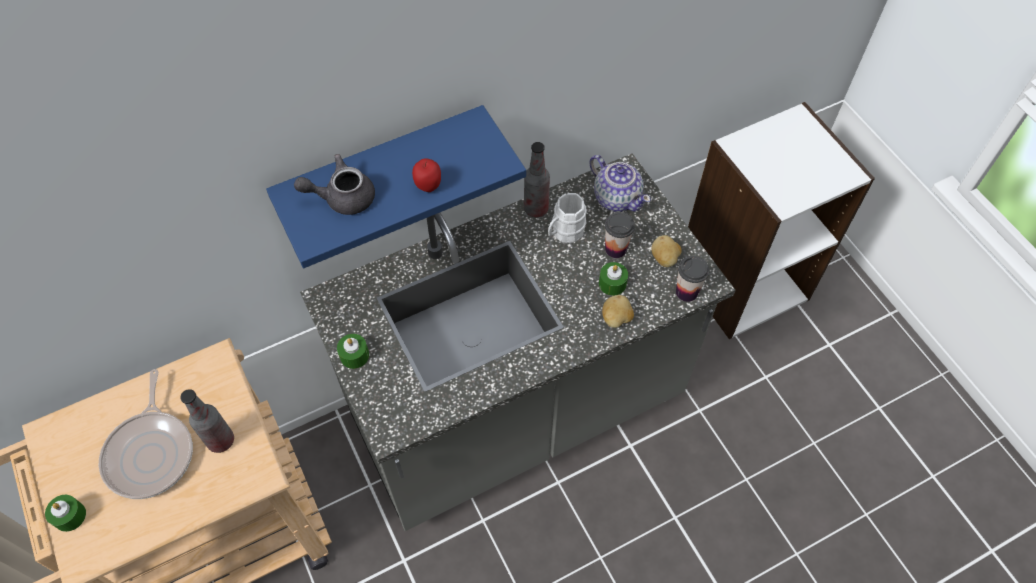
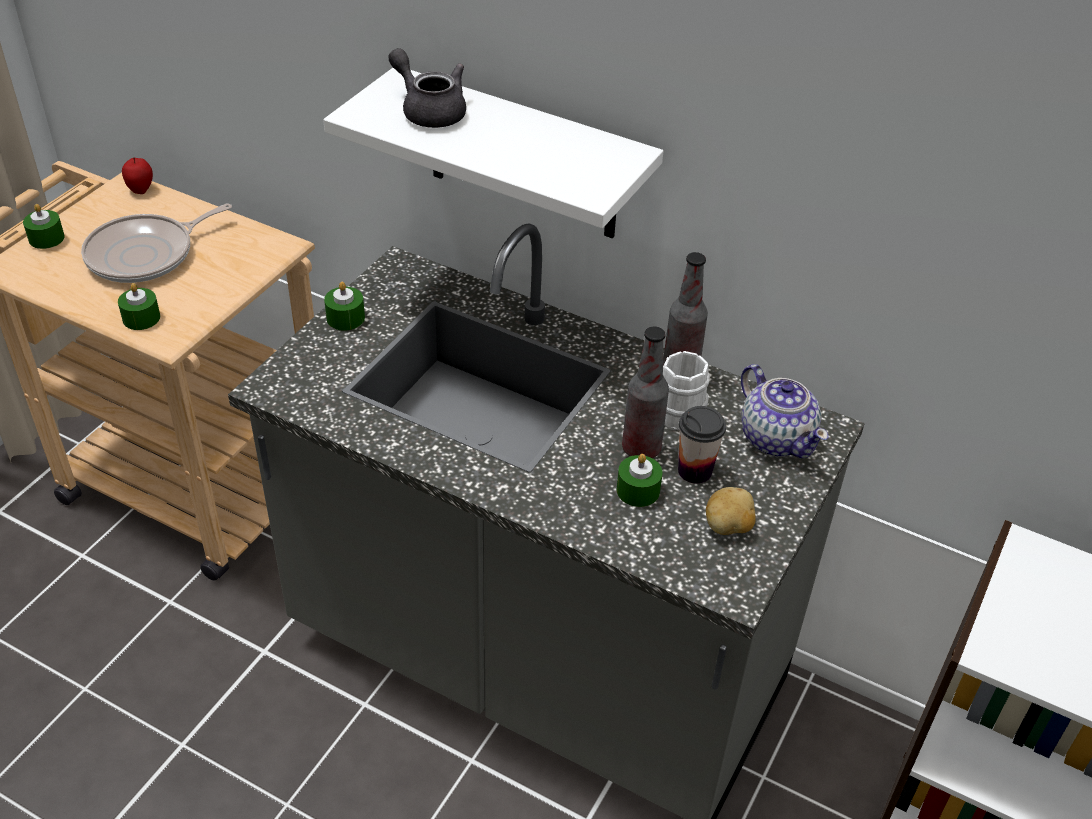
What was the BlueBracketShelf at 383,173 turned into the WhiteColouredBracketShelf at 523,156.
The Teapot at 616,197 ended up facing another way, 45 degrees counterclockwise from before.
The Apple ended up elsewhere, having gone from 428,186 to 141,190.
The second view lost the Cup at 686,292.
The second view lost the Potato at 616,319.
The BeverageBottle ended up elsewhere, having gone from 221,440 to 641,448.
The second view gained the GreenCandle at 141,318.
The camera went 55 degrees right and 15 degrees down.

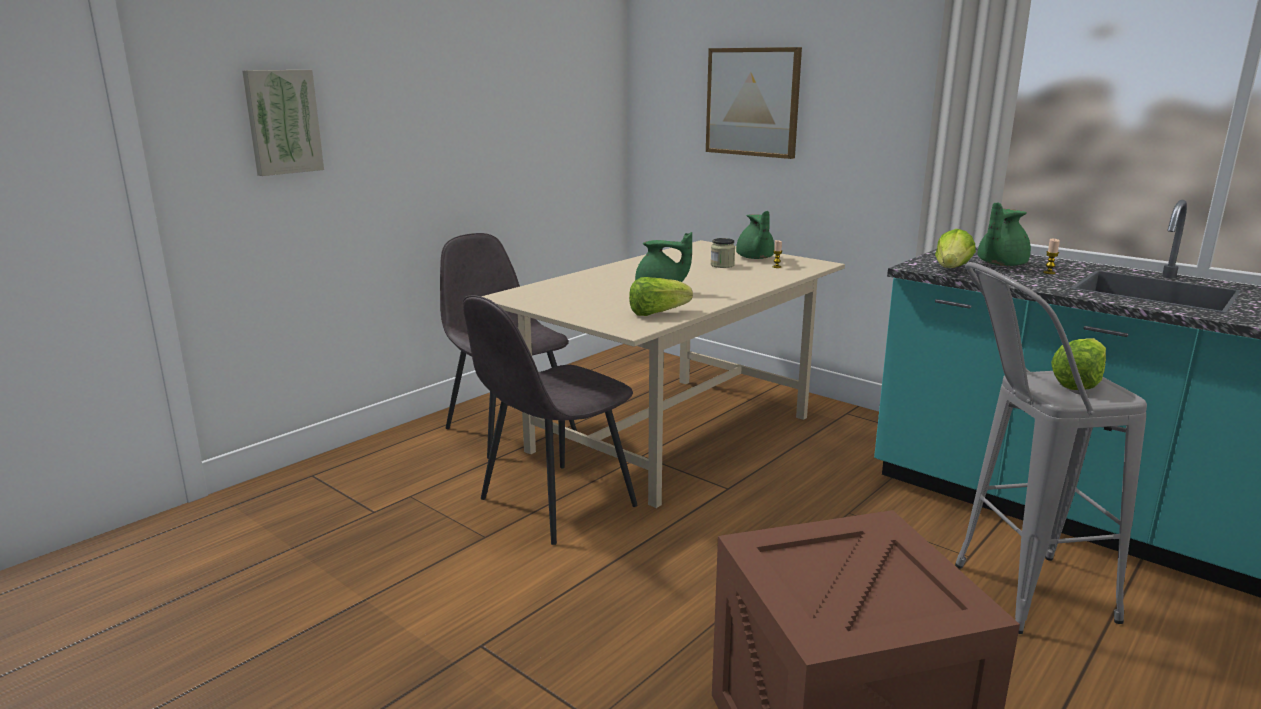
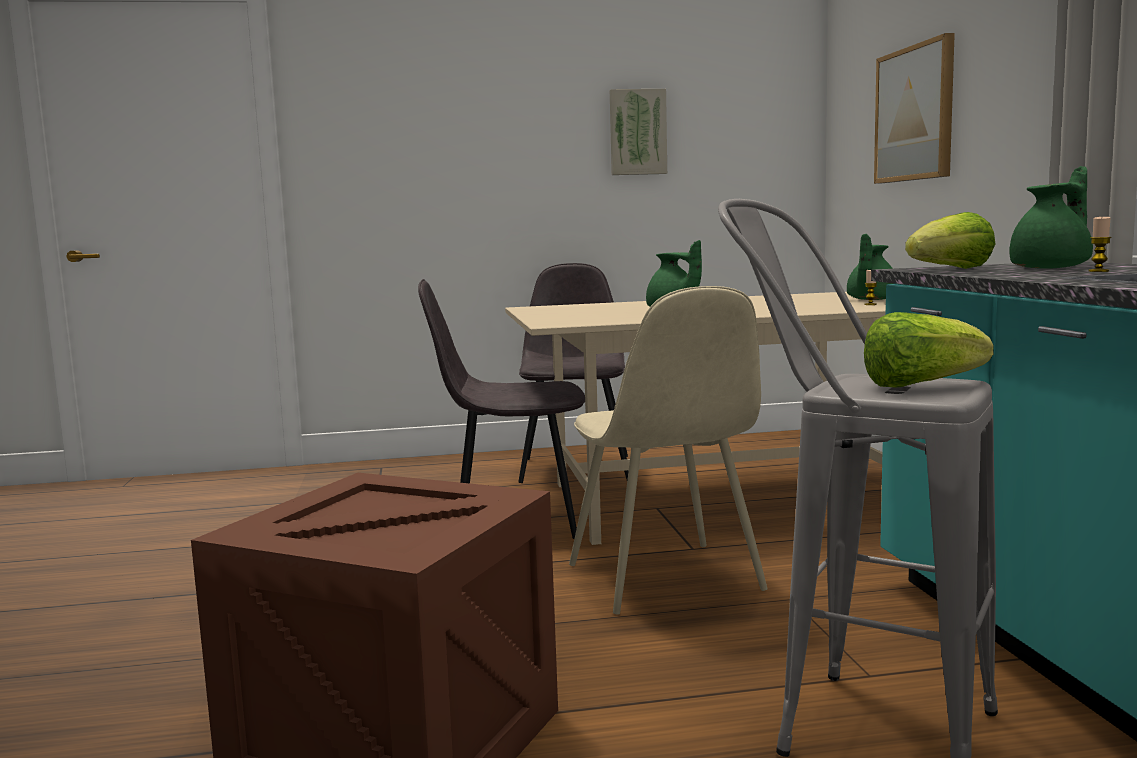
The Picture ended up elsewhere, having gone from 282,122 to 637,132.
The GreenTeapot at 999,264 ended up facing another way, 150 degrees clockwise from before.
The second view lost the Jar at 722,265.
The second view lost the LettuceHead at 657,313.
The second view gained the SandColouredChair at 666,579.
The camera went 40 degrees right and 10 degrees down.

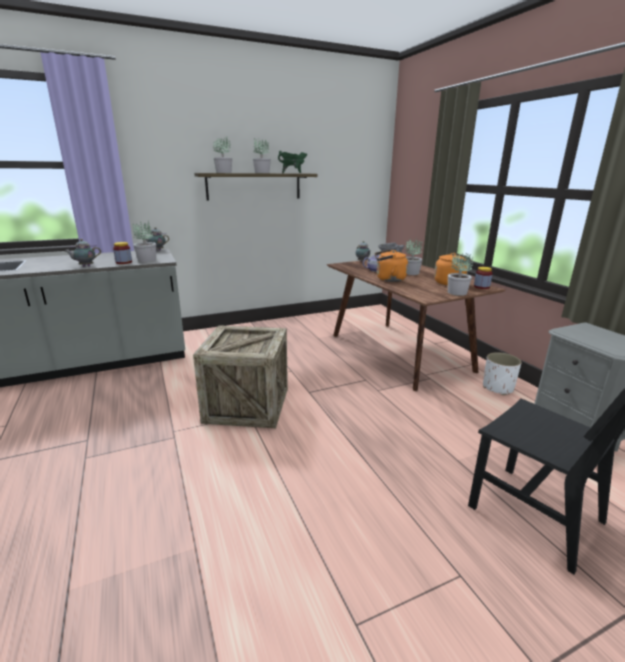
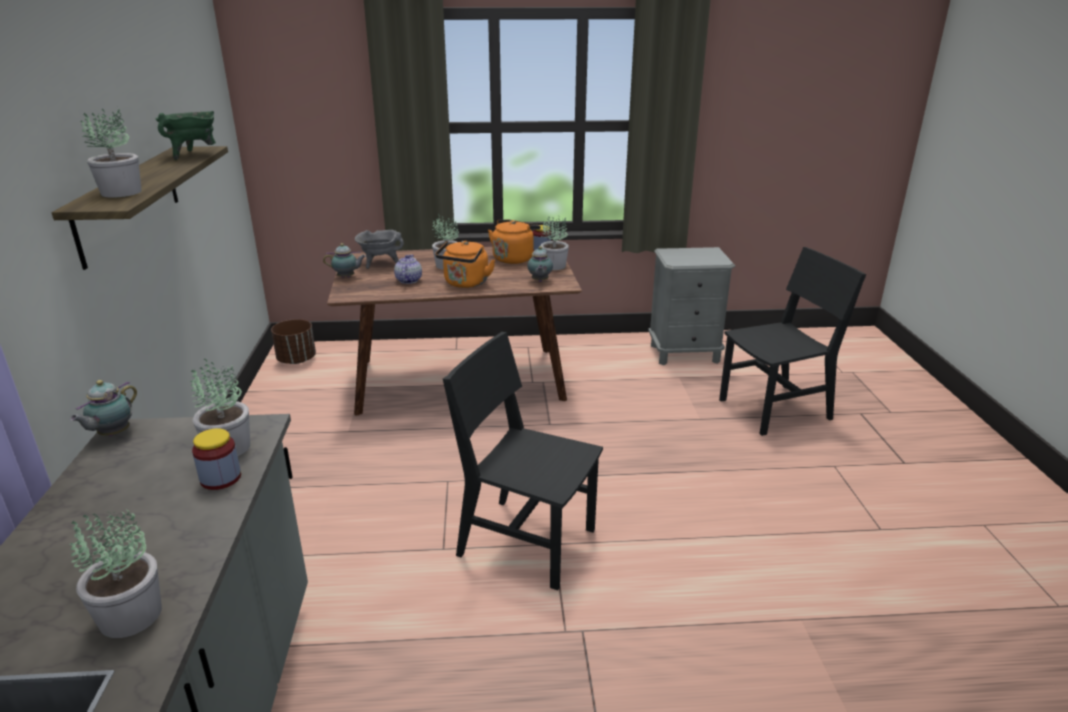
The PottedPlant ended up elsewhere, having gone from 262,173 to 131,616.
The Teapot ended up elsewhere, having gone from 85,266 to 539,281.
Where the Crate stood at 247,405, the BlackColouredChair came to stand at 527,542.
The second view lost the WhiteColouredFlowerPot at 498,388.
The second view gained the BrownColouredFlowerPot at 297,360.
The camera went 70 degrees left and 5 degrees up.

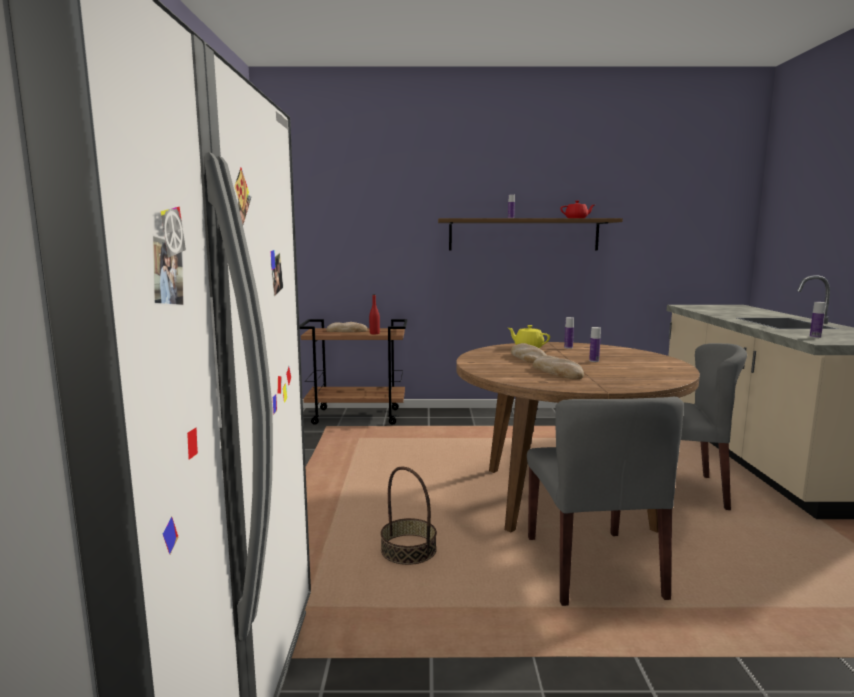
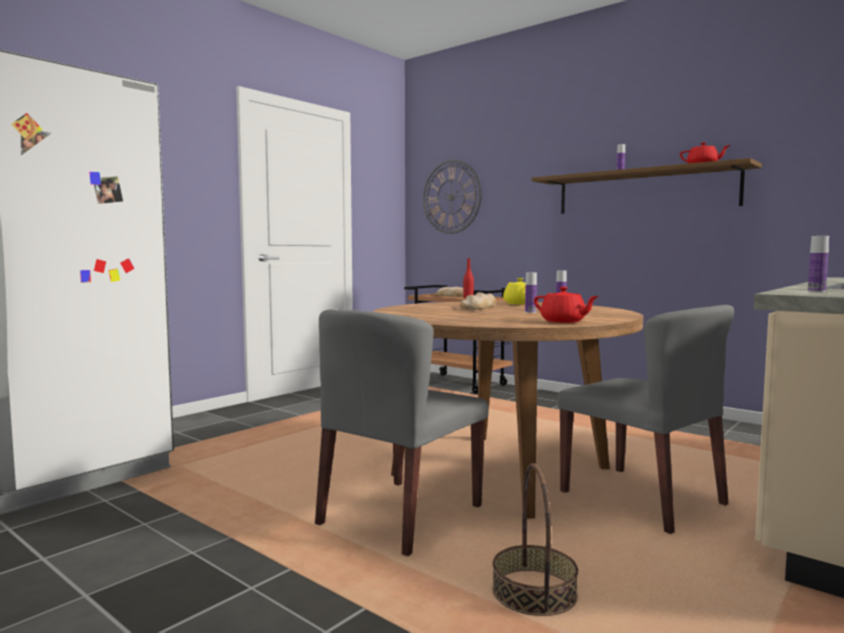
The second view lost the BakedBread at 558,372.
The Basket ended up elsewhere, having gone from 408,549 to 534,592.
The second view gained the ClockOnTheWall at 451,197.
The second view gained the RedTeapot at 563,321.
The camera went 40 degrees right and 5 degrees down.

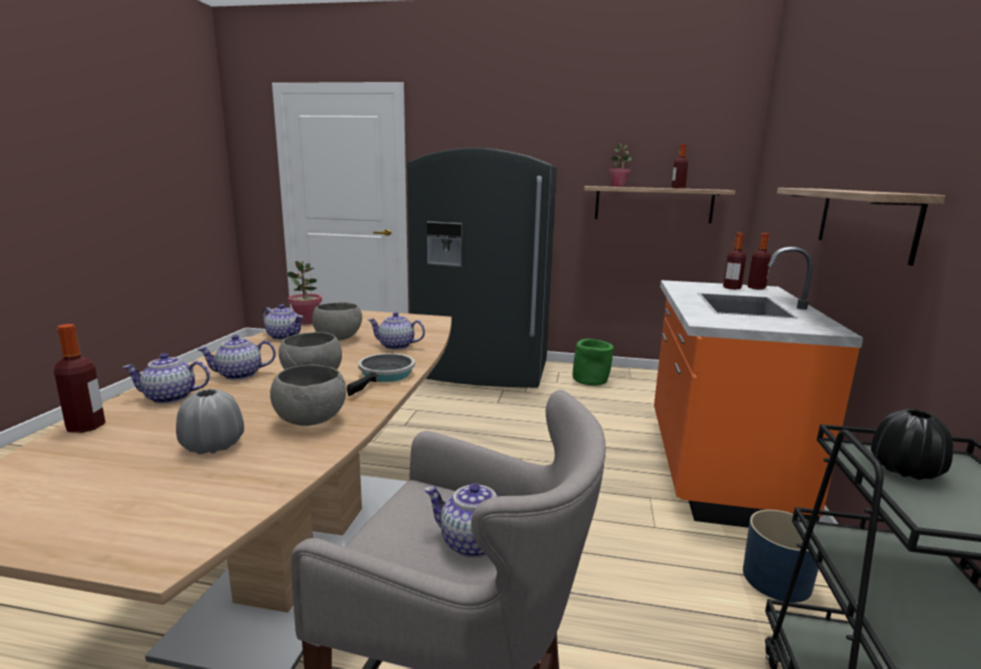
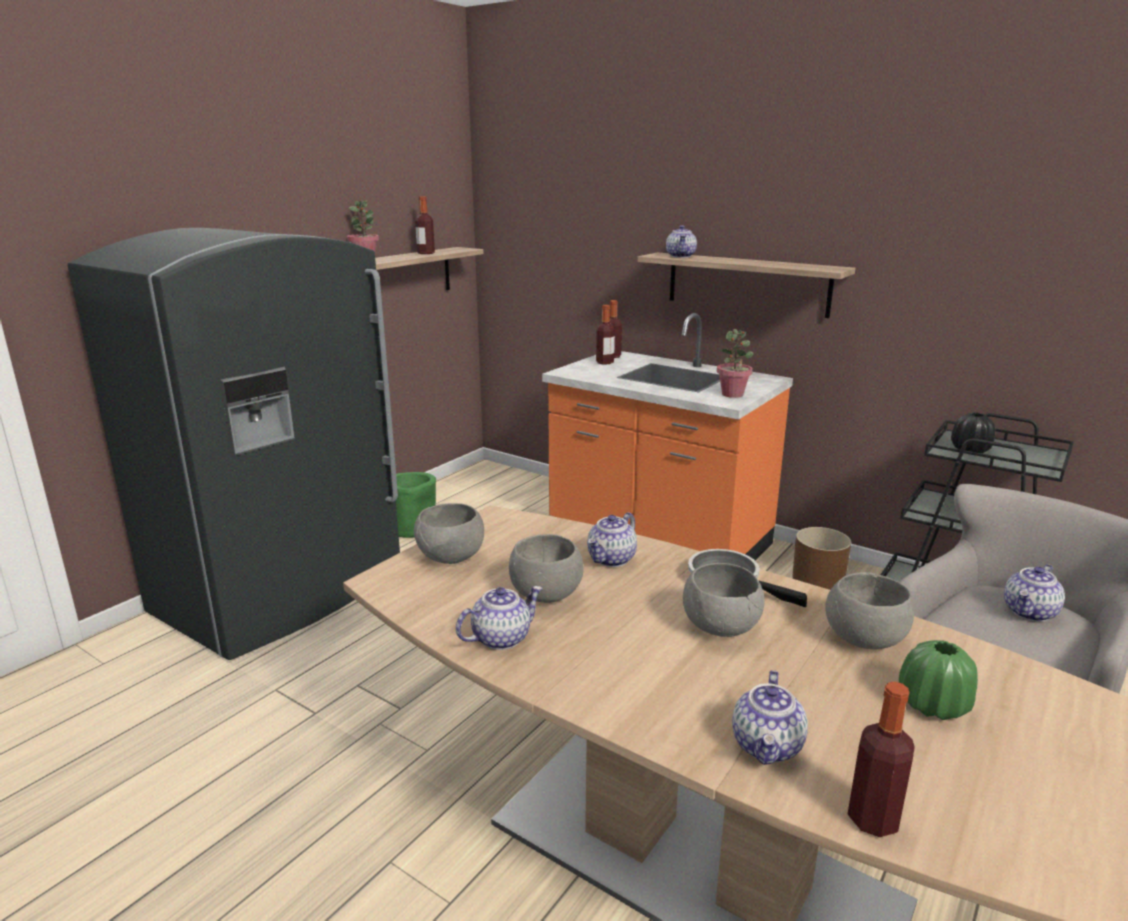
The PottedPlant ended up elsewhere, having gone from 306,322 to 732,394.
The Teapot ended up elsewhere, having gone from 239,375 to 681,256.
What was the GreyDecorativeVase at 213,446 turned into the GreenDecorativeVase at 933,705.
What was the BlueFlowerPot at 777,580 turned into the BrownColouredFlowerPot at 818,580.
The second view gained the GreyBowl at 451,558.
The camera went 65 degrees left and 5 degrees up.

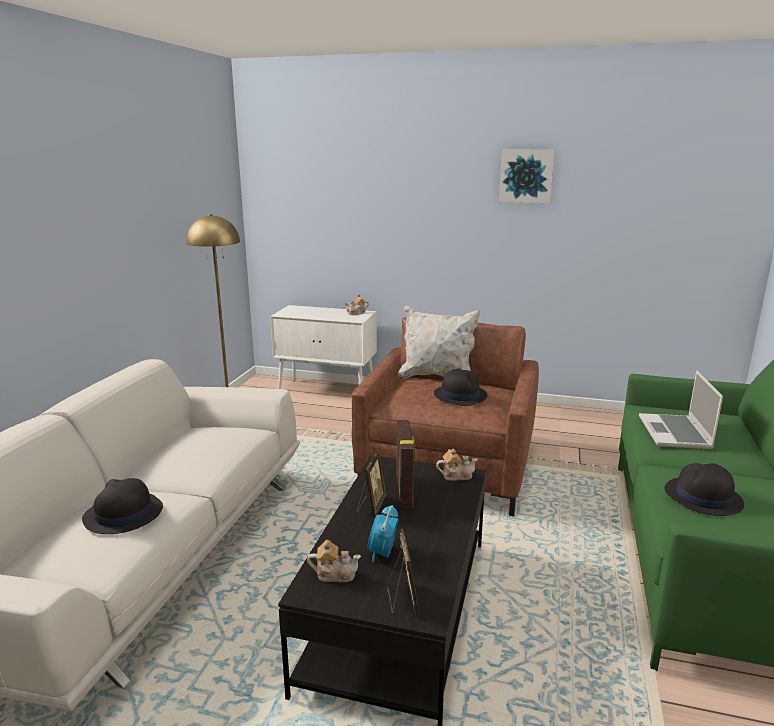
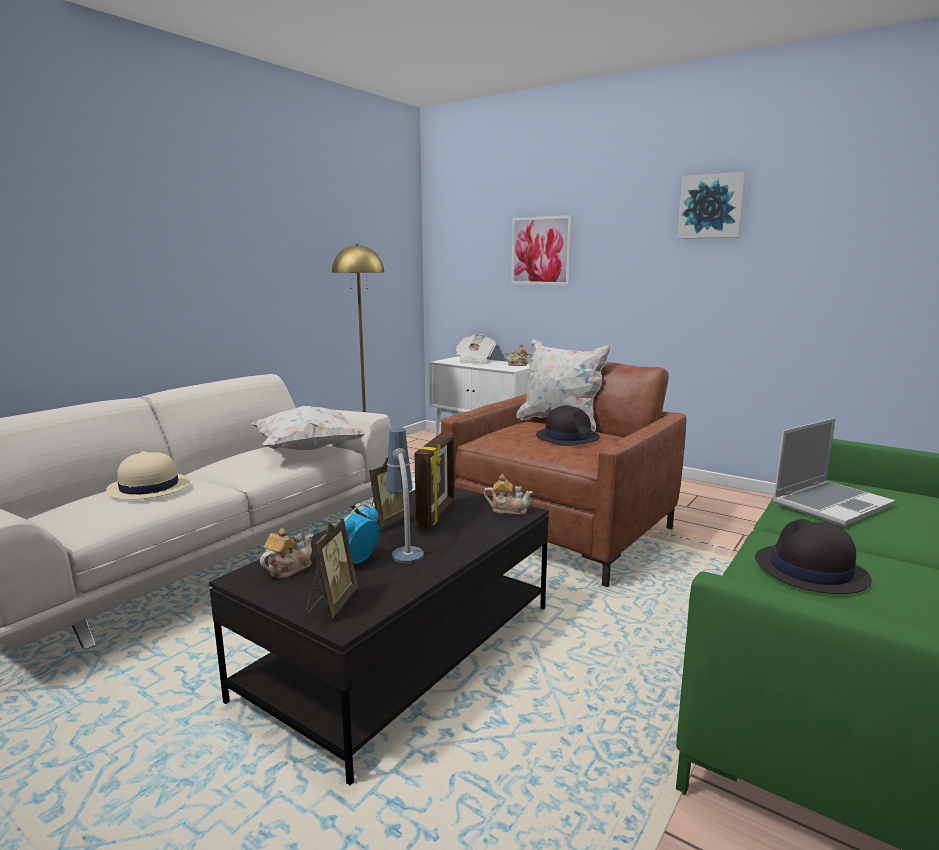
The NotebookComputer at 675,433 ended up facing another way, 150 degrees counterclockwise from before.
What was the BlackColouredClothingHat at 123,514 turned into the SandColouredClothingHat at 148,488.
The Teapot at 335,574 ended up facing another way, 75 degrees counterclockwise from before.
The second view gained the Picture at 541,251.
The second view gained the PrintedPaper at 474,360.
The second view gained the WhiteColouredPillow at 307,449.
The second view gained the LampForATable at 404,546.
The camera went 20 degrees right and 5 degrees down.

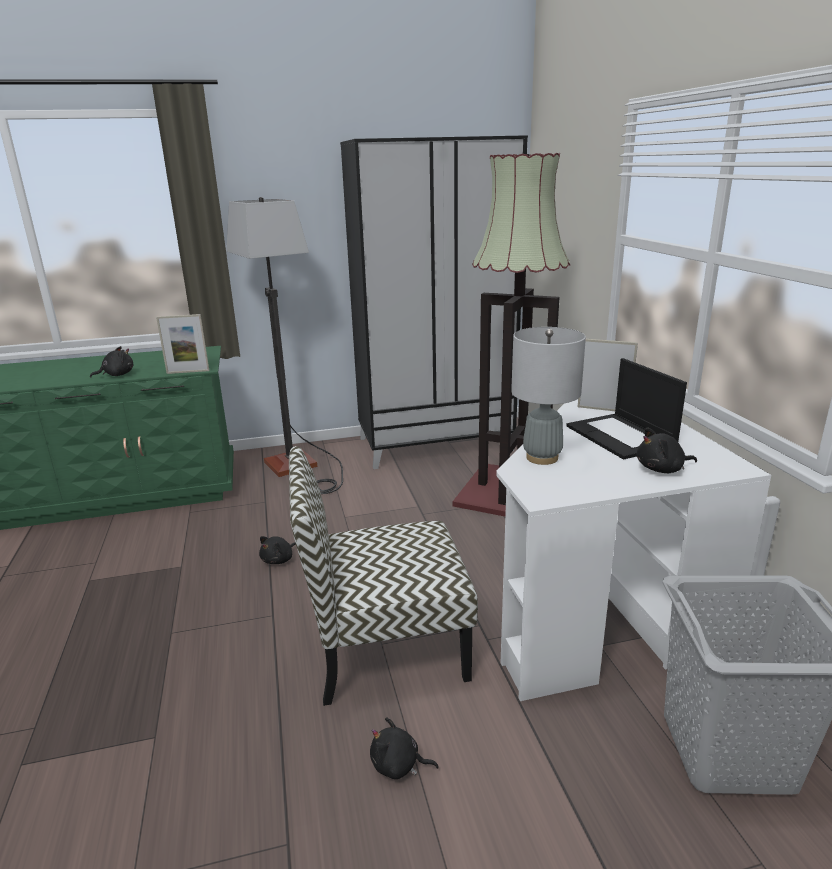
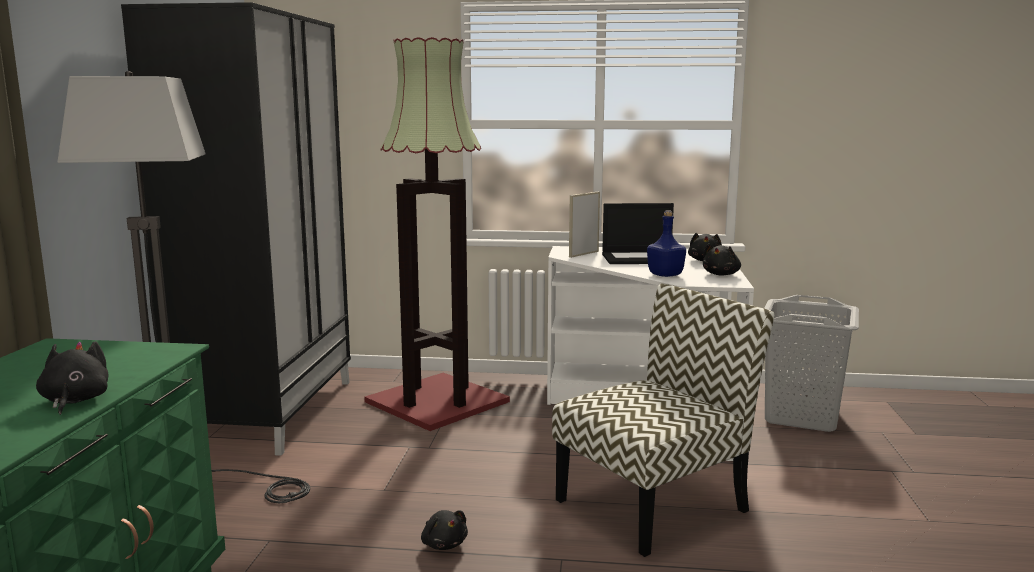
The second view lost the PictureFrame at 188,372.
Where the GreyLampForATable stood at 542,458, the BlueBeverageBottle came to stand at 666,275.
The Chair at 385,648 ended up facing another way, 135 degrees counterclockwise from before.
The BlackColouredCuddlyToy ended up elsewhere, having gone from 398,765 to 721,274.
The camera went 70 degrees left and 10 degrees down.

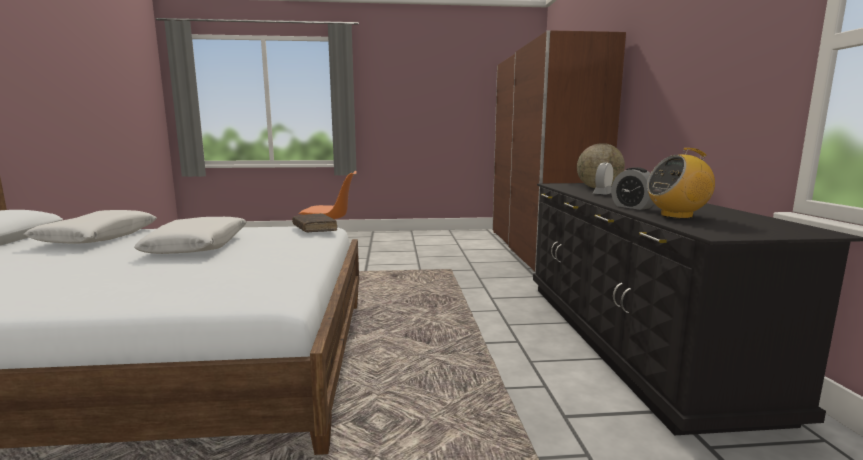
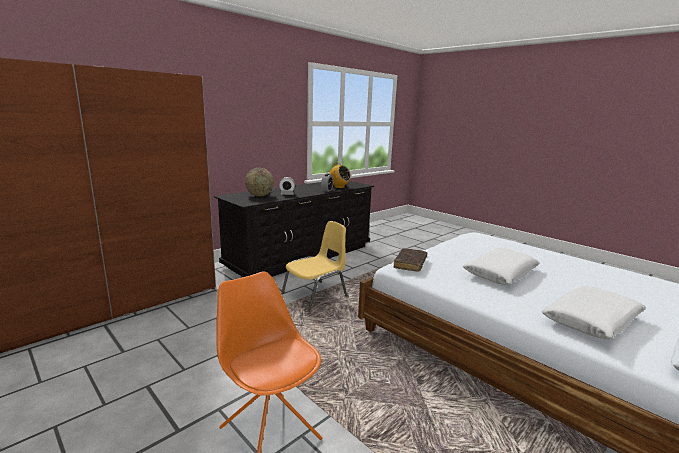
The second view gained the YellowColouredChair at 315,295.
The camera went 130 degrees left and 5 degrees up.

